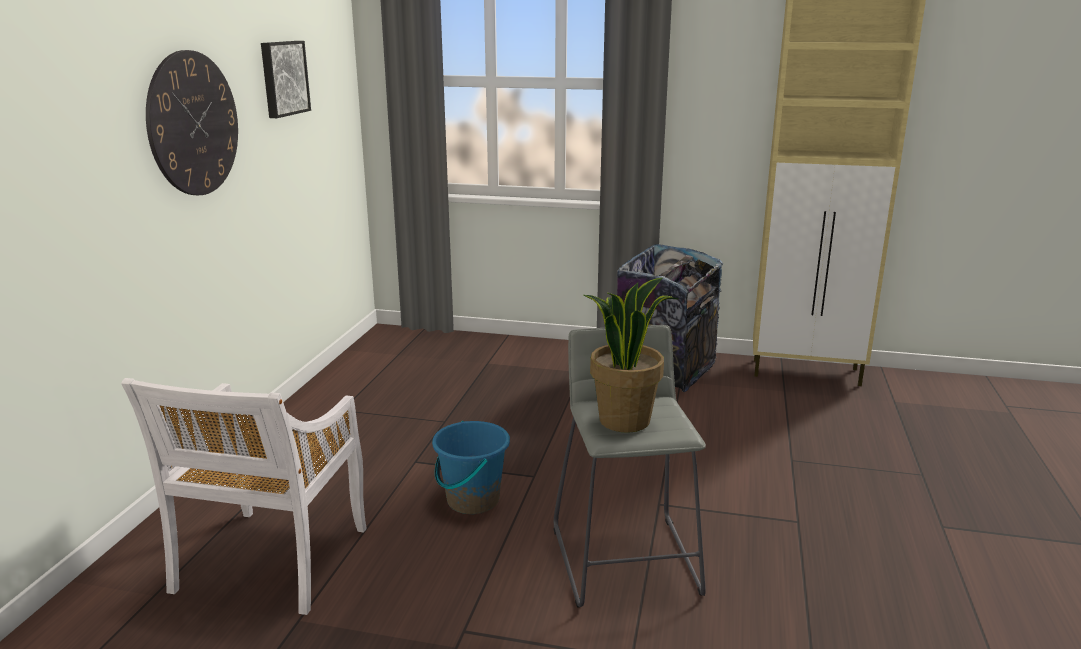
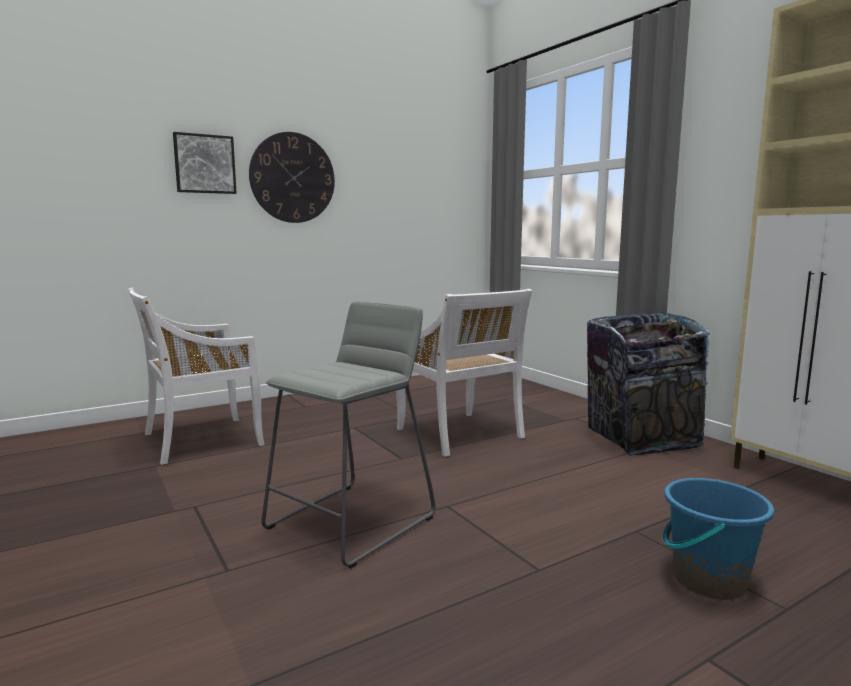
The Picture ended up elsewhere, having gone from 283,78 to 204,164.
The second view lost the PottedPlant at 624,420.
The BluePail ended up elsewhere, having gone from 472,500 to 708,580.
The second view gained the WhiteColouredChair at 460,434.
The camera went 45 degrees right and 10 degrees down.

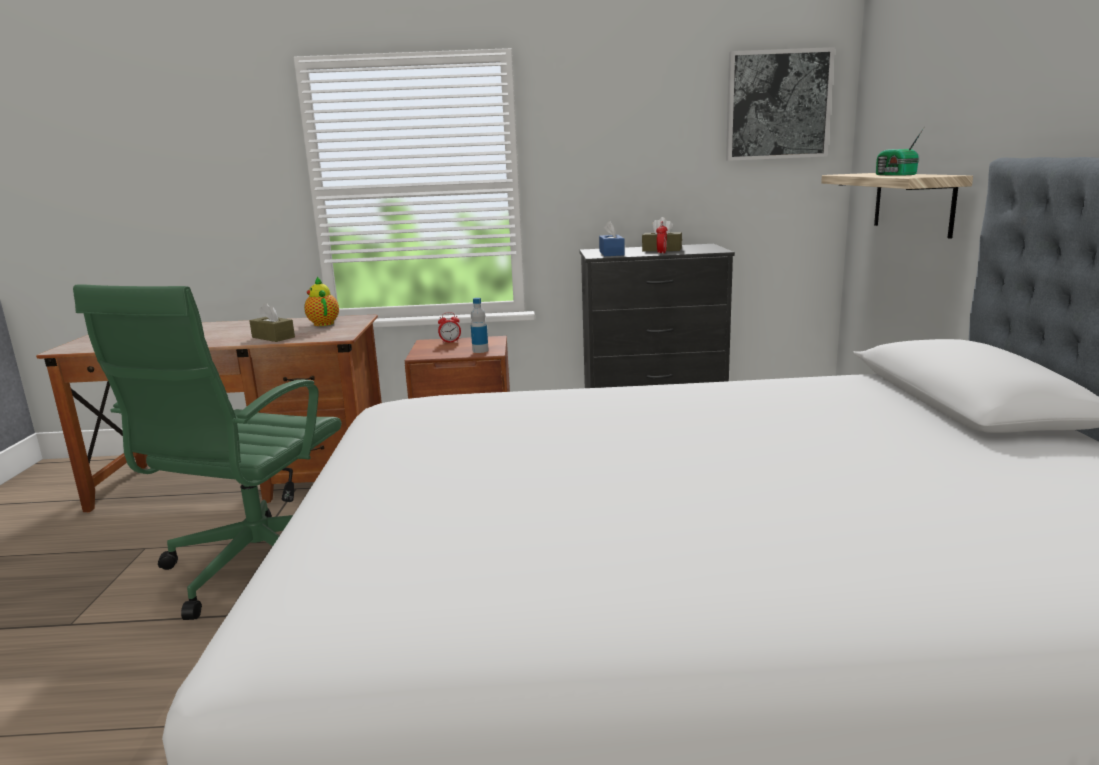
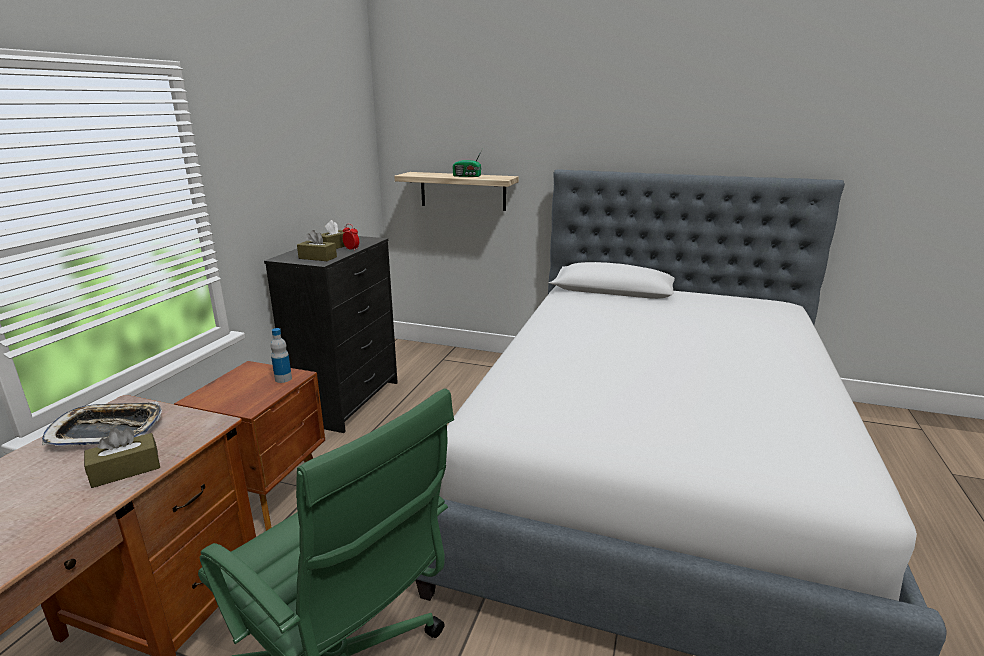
The second view lost the Picture at 777,105.
What was the BlueTissueBox at 611,253 turned into the BrownColouredTissueBox at 317,258.
Where the Teapot stood at 323,323, the ServingTray came to stand at 107,430.
The second view lost the AlarmClock at 450,342.
The camera went 70 degrees left and 5 degrees up.

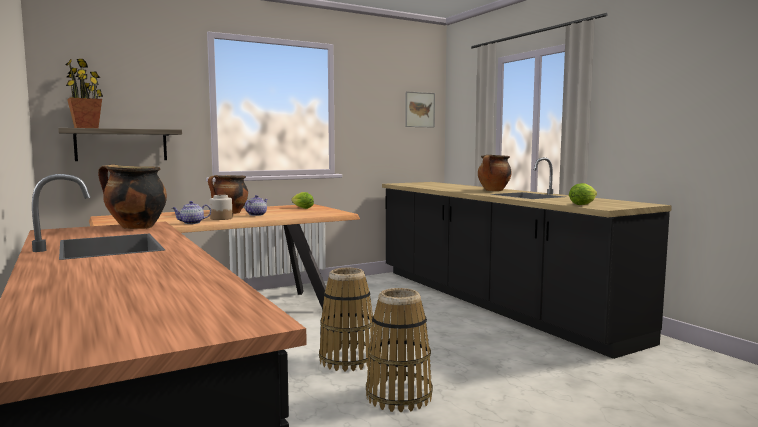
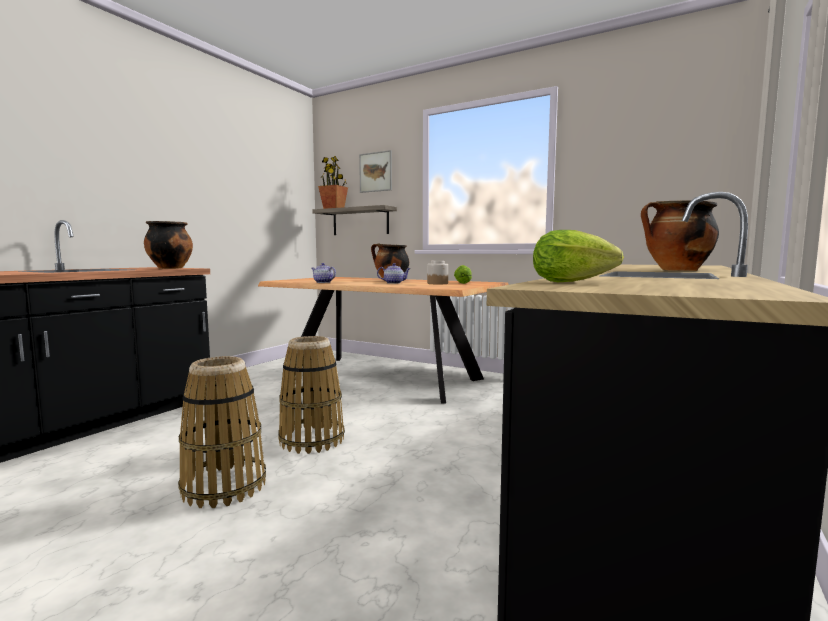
The Picture ended up elsewhere, having gone from 419,109 to 375,172.
The Jar ended up elsewhere, having gone from 221,218 to 437,283.
The camera went 60 degrees right and 0 degrees up.

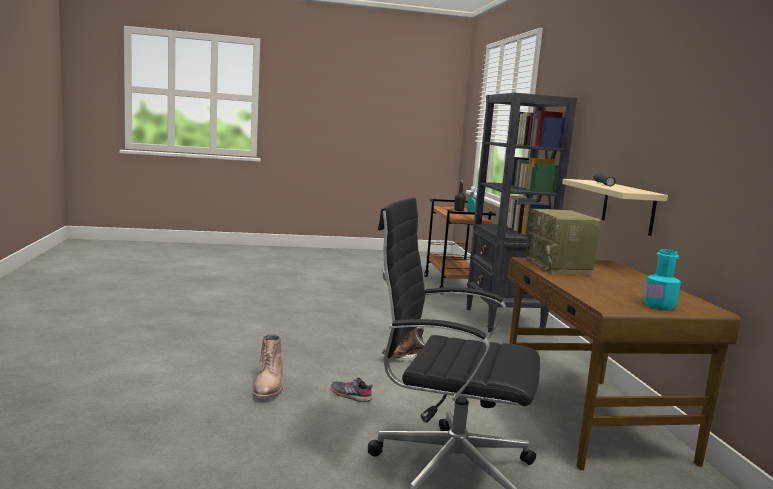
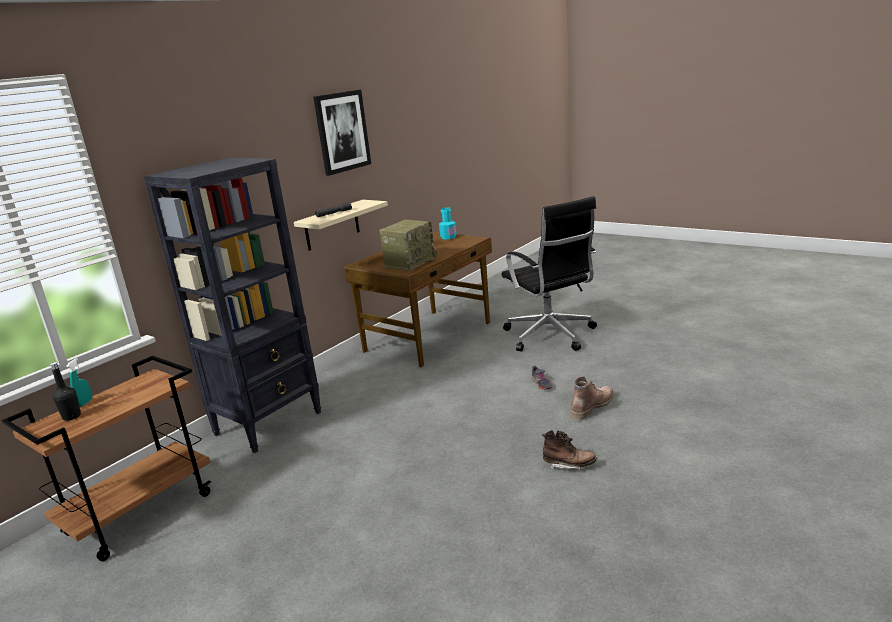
The BrownColouredTallBoot ended up elsewhere, having gone from 402,358 to 569,465.
The second view gained the Picture at 342,132.
The camera went 130 degrees left and 10 degrees up.

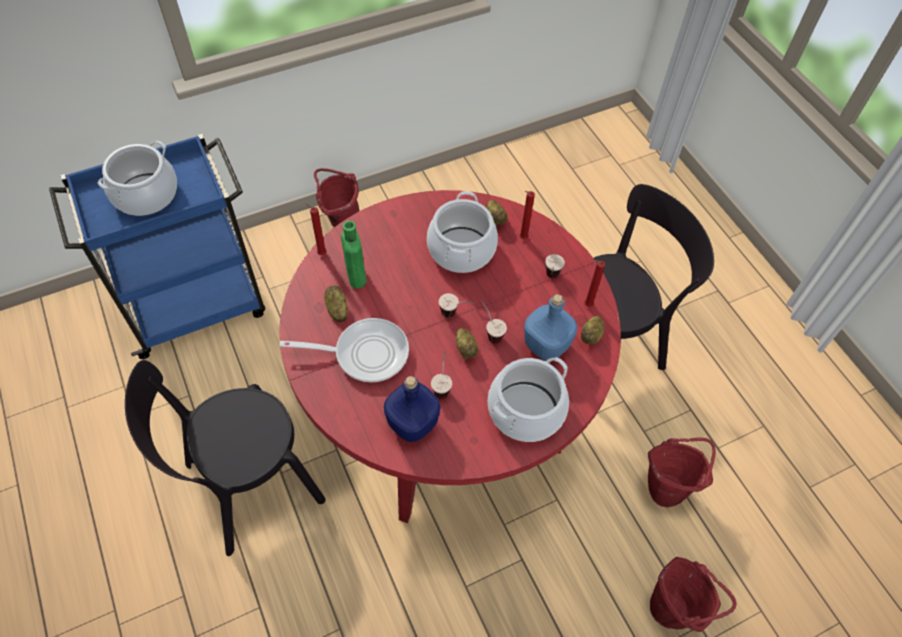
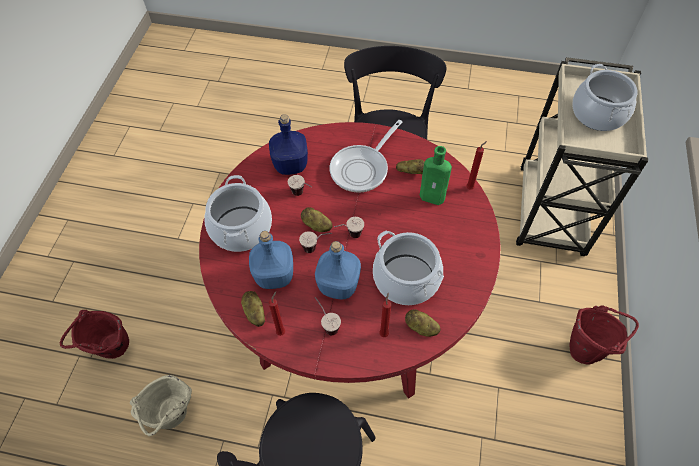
What was the BlueWheeledCart at 198,305 turned into the SandColouredWheeledCart at 551,213.
What was the RedPail at 668,487 turned into the SandColouredPail at 174,419.
The second view gained the BlueBeverageBottle at 338,285.
The camera went 130 degrees right and 0 degrees up.

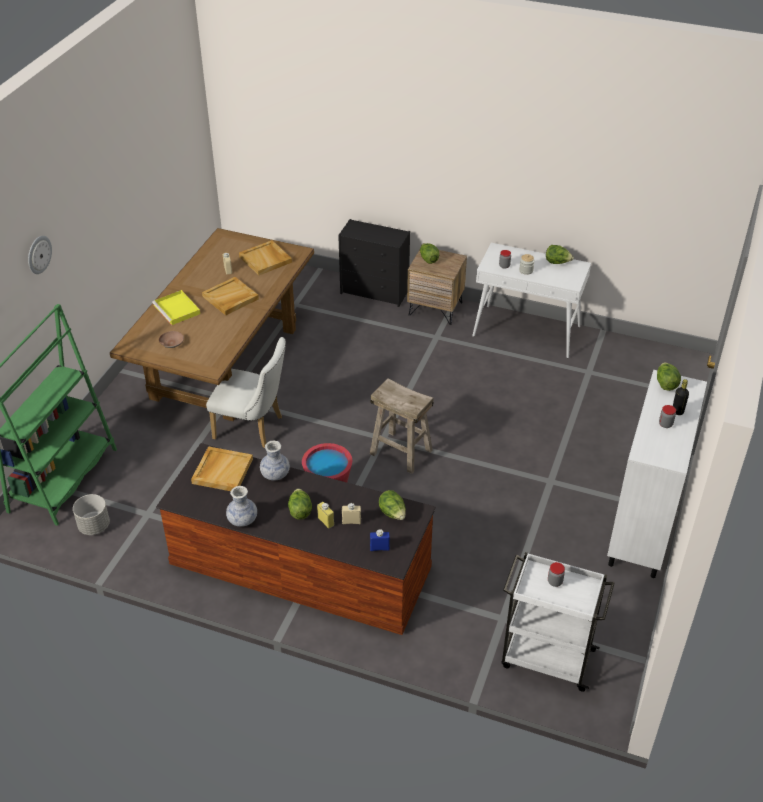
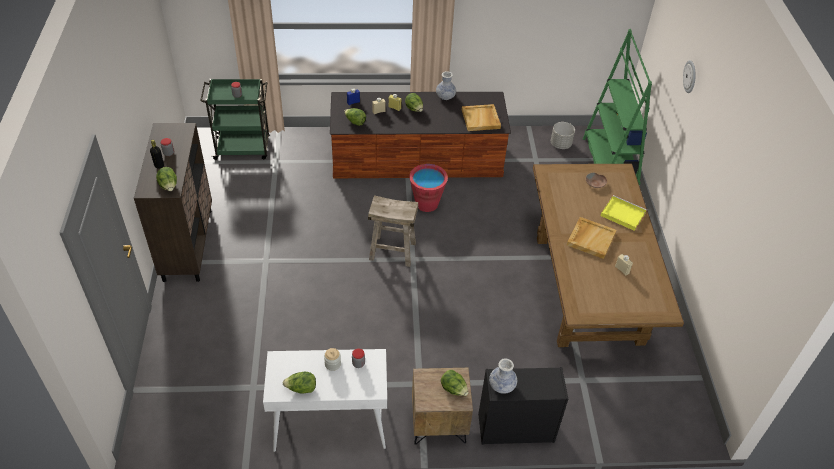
The second view lost the SandColouredServingTray at 266,259.
The second view lost the WhiteColouredChair at 253,428.
What was the WhiteColouredCupboard at 642,527 turned into the BrownColouredCupboard at 188,244.
The DecorativeVase ended up elsewhere, having gone from 275,474 to 502,385.
What was the WhiteColouredWheeledCart at 546,658 turned into the GreenWheeledCart at 243,148.
The camera went 155 degrees right and 5 degrees up.

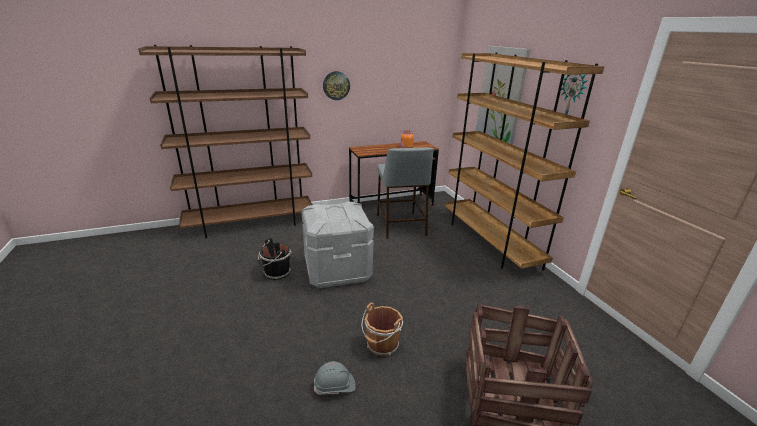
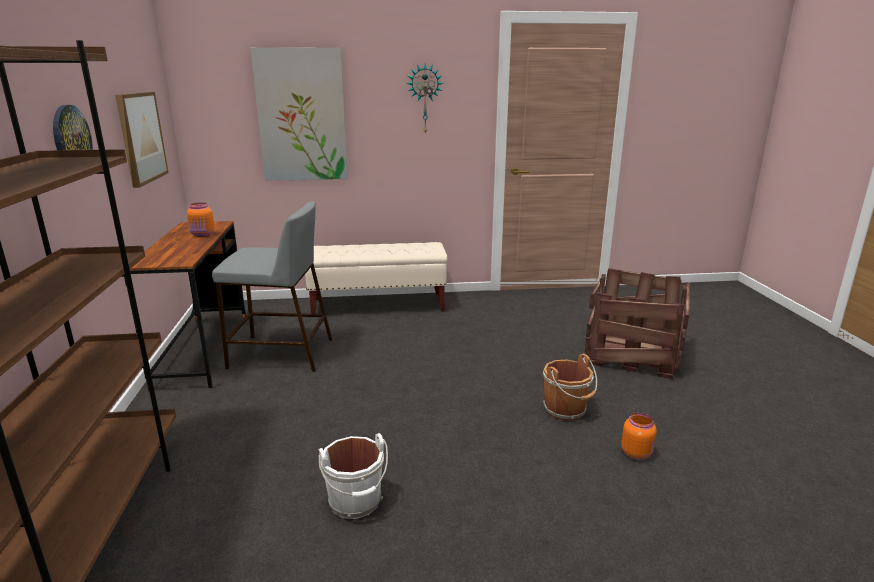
Where the BrownColouredBookshelf stood at 489,242, the SandColouredBench came to stand at 378,305.
The second view lost the GreyStorageBox at 337,270.
What was the BlackColouredPail at 276,273 turned into the WhiteColouredPail at 356,502.
Where the GreySafetyHelmet stood at 335,386, the OrangeJar came to stand at 636,453.
The second view gained the Picture at 141,137.
The camera went 75 degrees left and 5 degrees down.

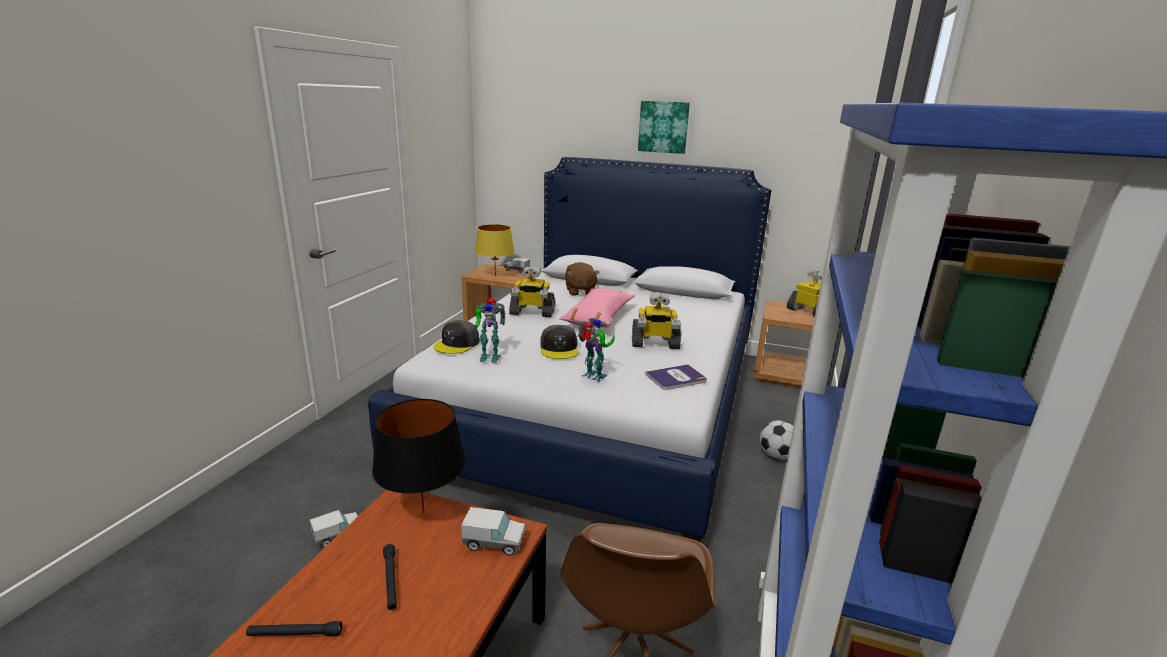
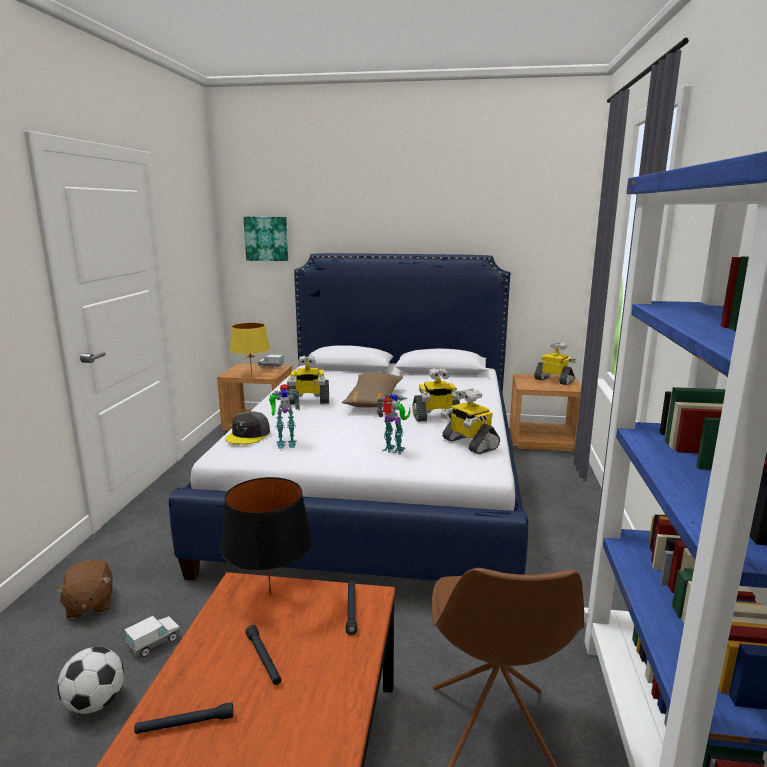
The Picture ended up elsewhere, having gone from 663,127 to 266,238.
The BrownColouredCuddlyToy ended up elsewhere, having gone from 580,291 to 89,605.
What was the PinkPillow at 598,317 turned into the BrownColouredPillow at 374,400.
The second view lost the GreyBaseballCap at 559,349.
Where the BoundBook stood at 676,378, the ToyRobot came to stand at 469,444.
The BallForFootball ended up elsewhere, having gone from 777,456 to 95,703.
Where the ToyLorry stood at 494,542, the BlackColouredFlashlight came to stand at 351,610.
The camera went 10 degrees left and 5 degrees down.

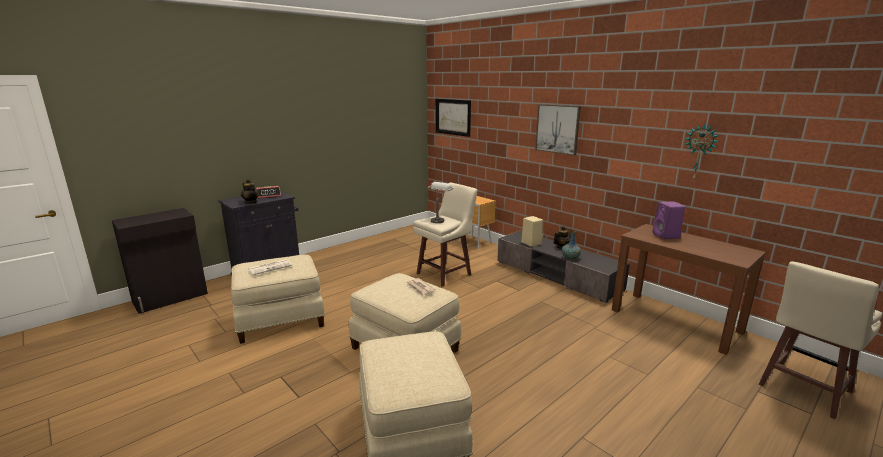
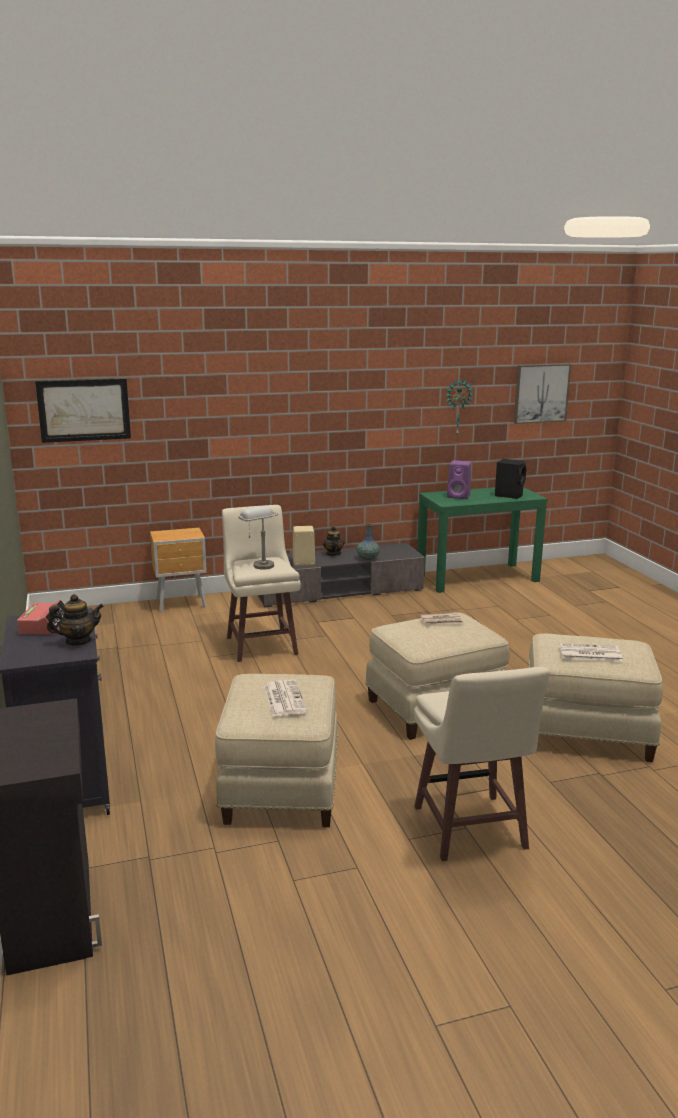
The Picture ended up elsewhere, having gone from 557,129 to 541,393.
What was the BrownColouredConsoleTable at 675,321 turned into the GreenConsoleTable at 477,577.
The SandColouredStoolSeat ended up elsewhere, having gone from 803,389 to 469,830.
The second view gained the BlackColouredAudioSpeaker at 509,495.
The second view gained the PrintedPaper at 589,653.
The camera went 65 degrees left and 0 degrees up.

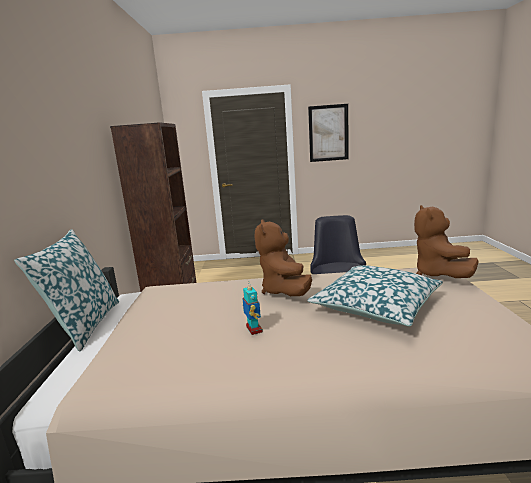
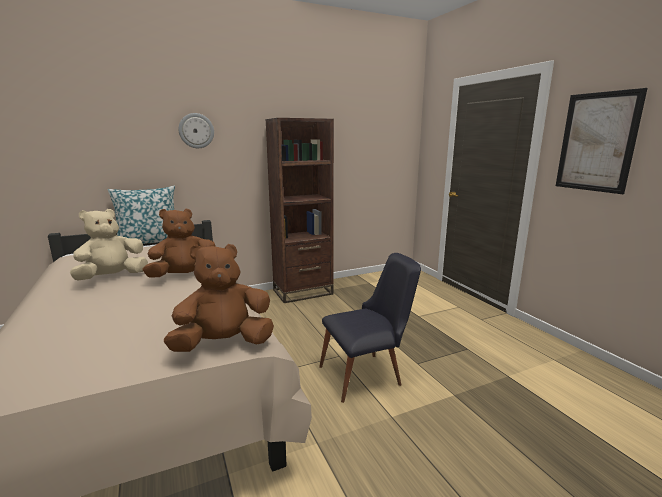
The second view lost the Pillow at 376,305.
Where the ToyRobot stood at 253,329, the SandColouredCuddlyToy came to stand at 112,277.
The second view gained the ClockOnTheWall at 196,130.
The camera went 65 degrees right and 0 degrees up.

